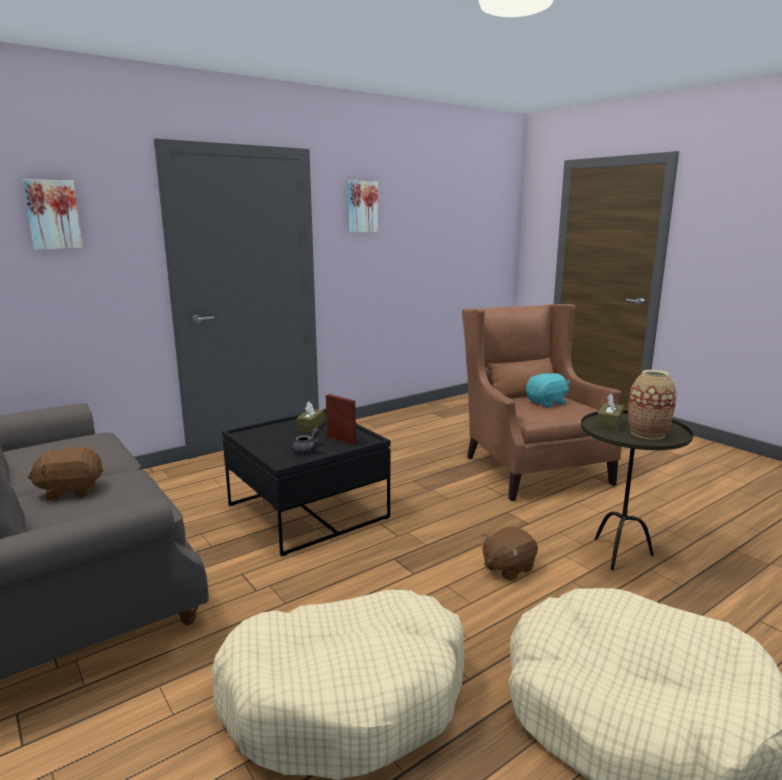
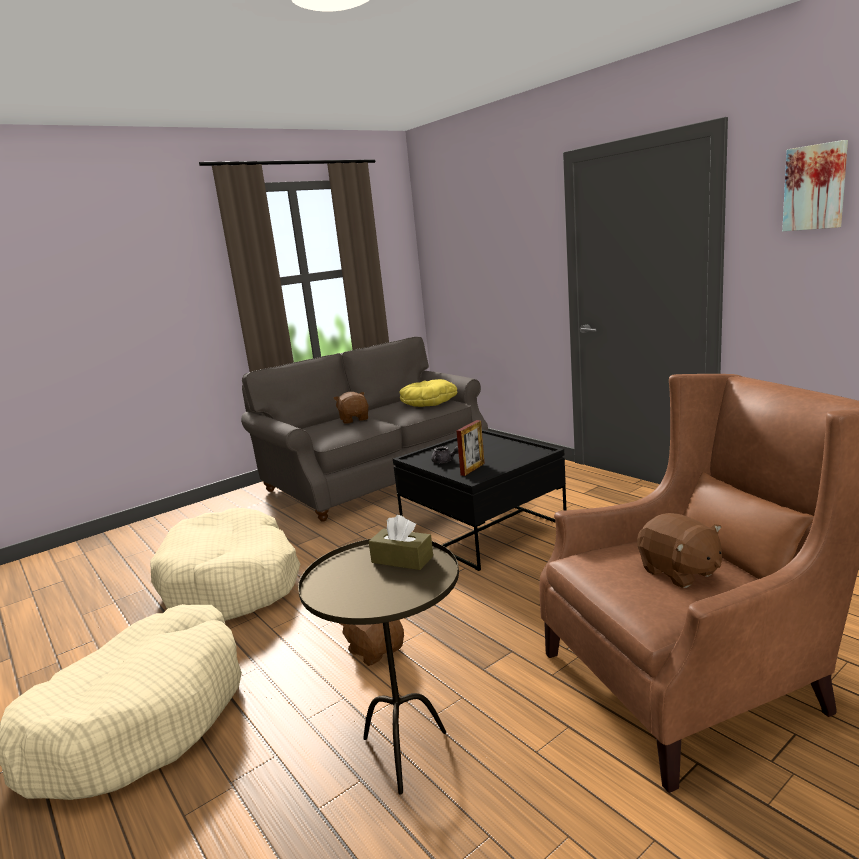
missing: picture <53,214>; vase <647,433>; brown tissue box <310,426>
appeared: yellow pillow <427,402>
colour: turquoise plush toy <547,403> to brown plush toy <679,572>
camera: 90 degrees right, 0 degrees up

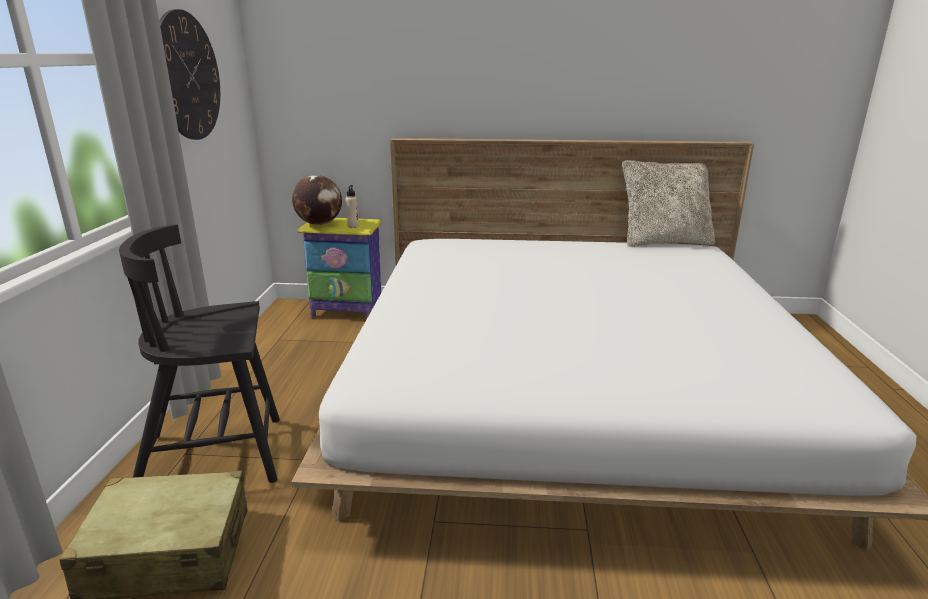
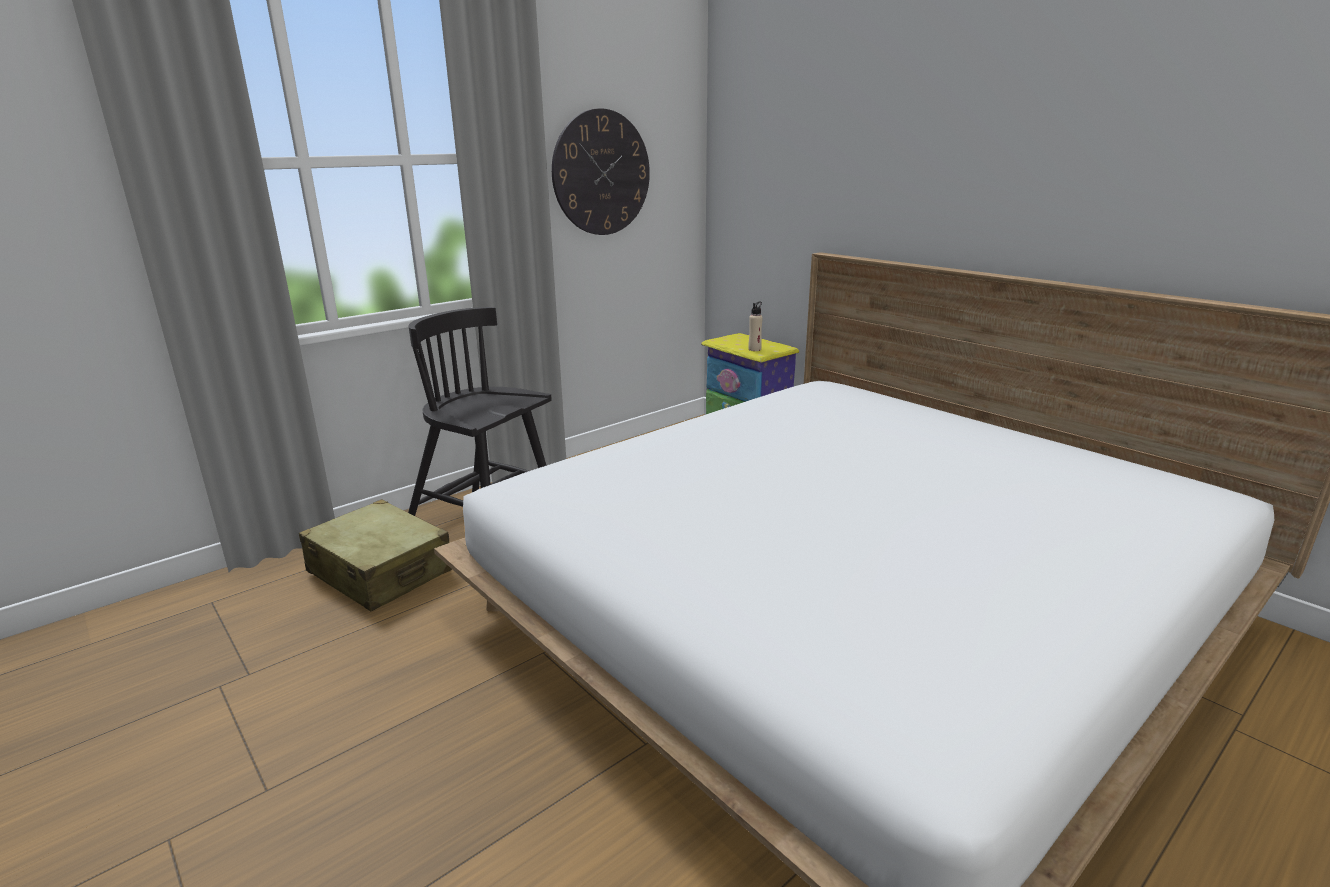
missing: beige pillow <664,240>; globe <319,224>
camera: 45 degrees right, 0 degrees up

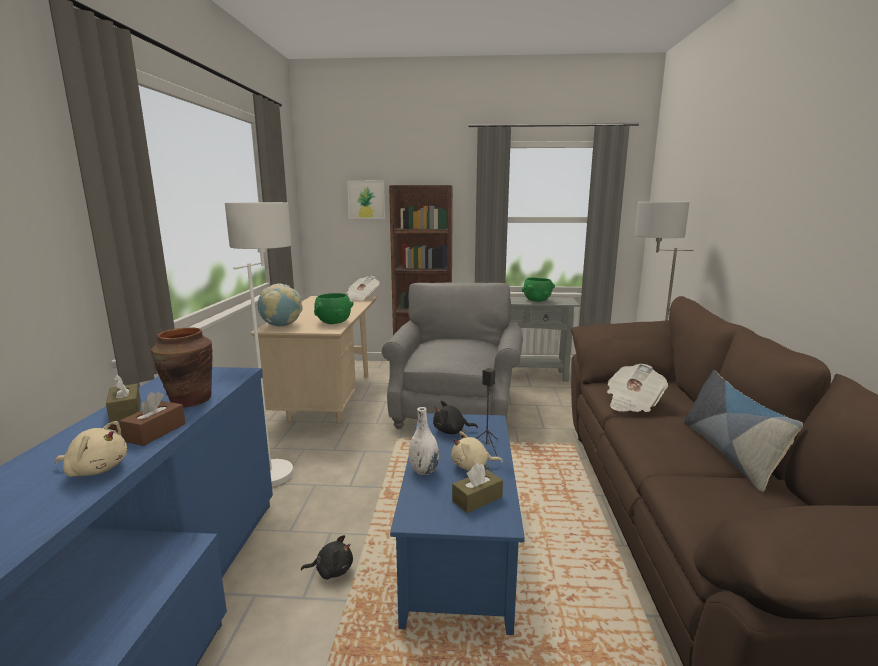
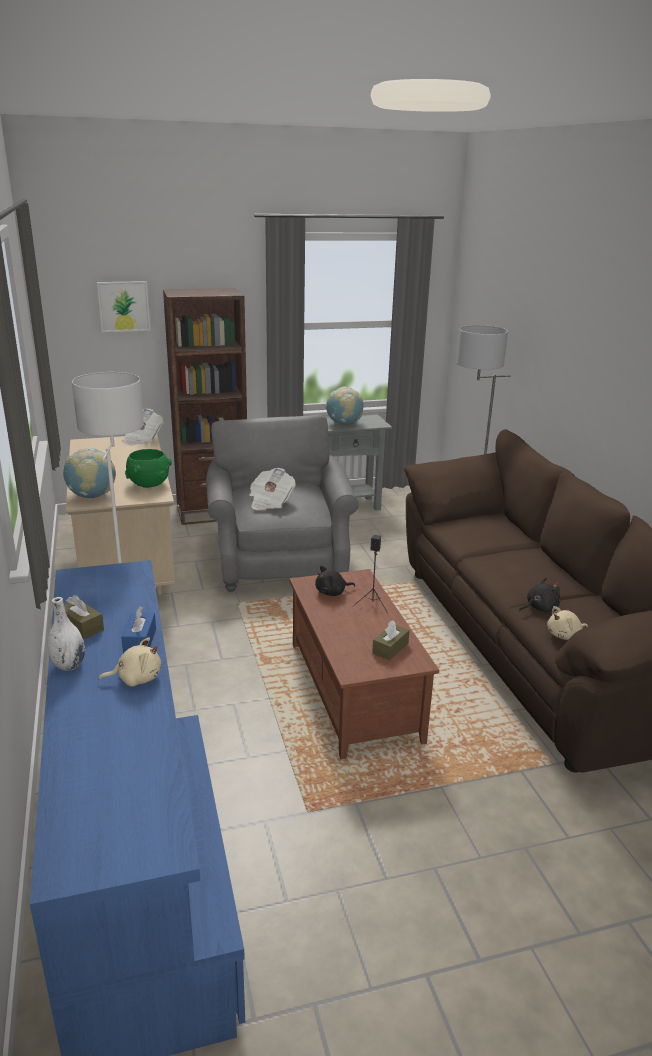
missing: brown vase <190,400>; pillow <729,453>
relocated: newspaper <632,403> to <270,501>; white vase <424,471> to <69,665>; beige plush toy <472,467> to <565,636>; black plush toy <332,570> to <539,608>
exchanged: green bowl <537,301> to globe <344,424>
colour: brown tissue box <155,432> to blue tissue box <140,641>; blue coffee table <460,546> to brown coffee table <355,691>
camera: 20 degrees left, 10 degrees up

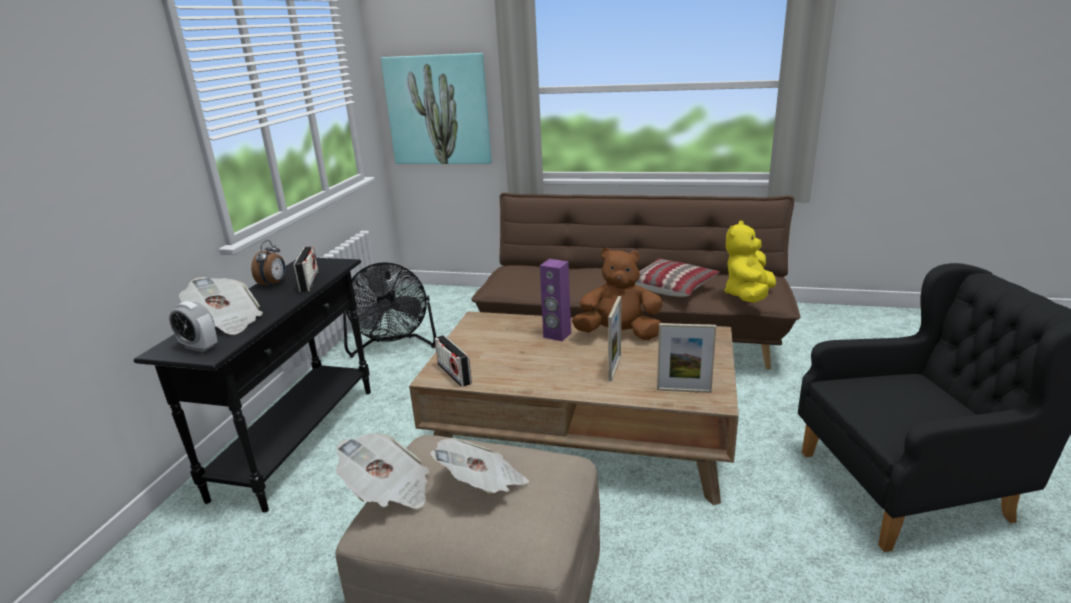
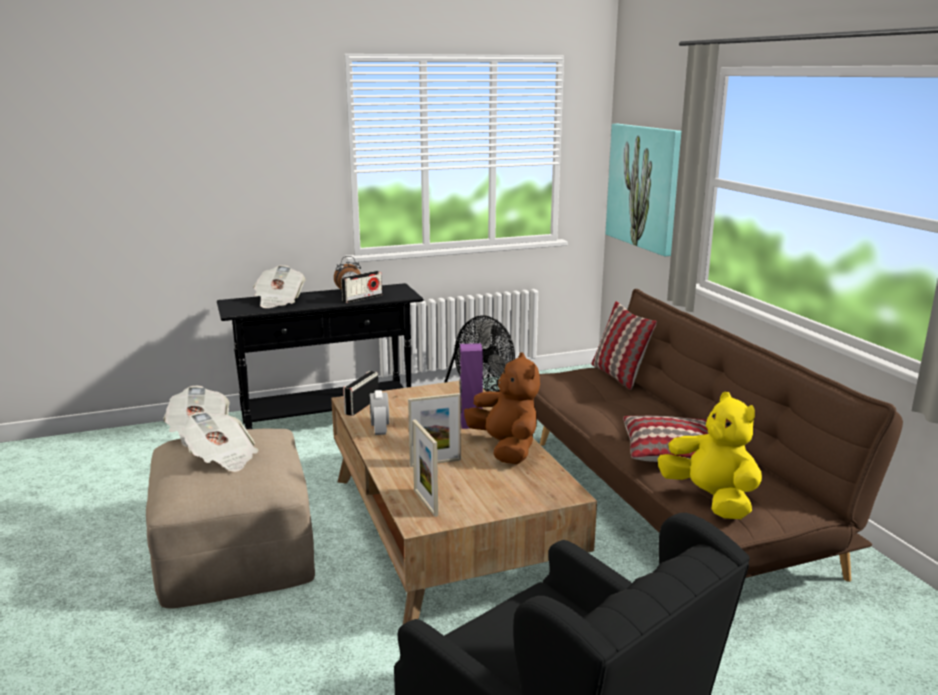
appeared: pillow <618,375>
relocated: alarm clock <199,347> to <380,430>
spun: yellow plush toy <748,296> = <710,499> 60 degrees clockwise
camera: 55 degrees right, 5 degrees down

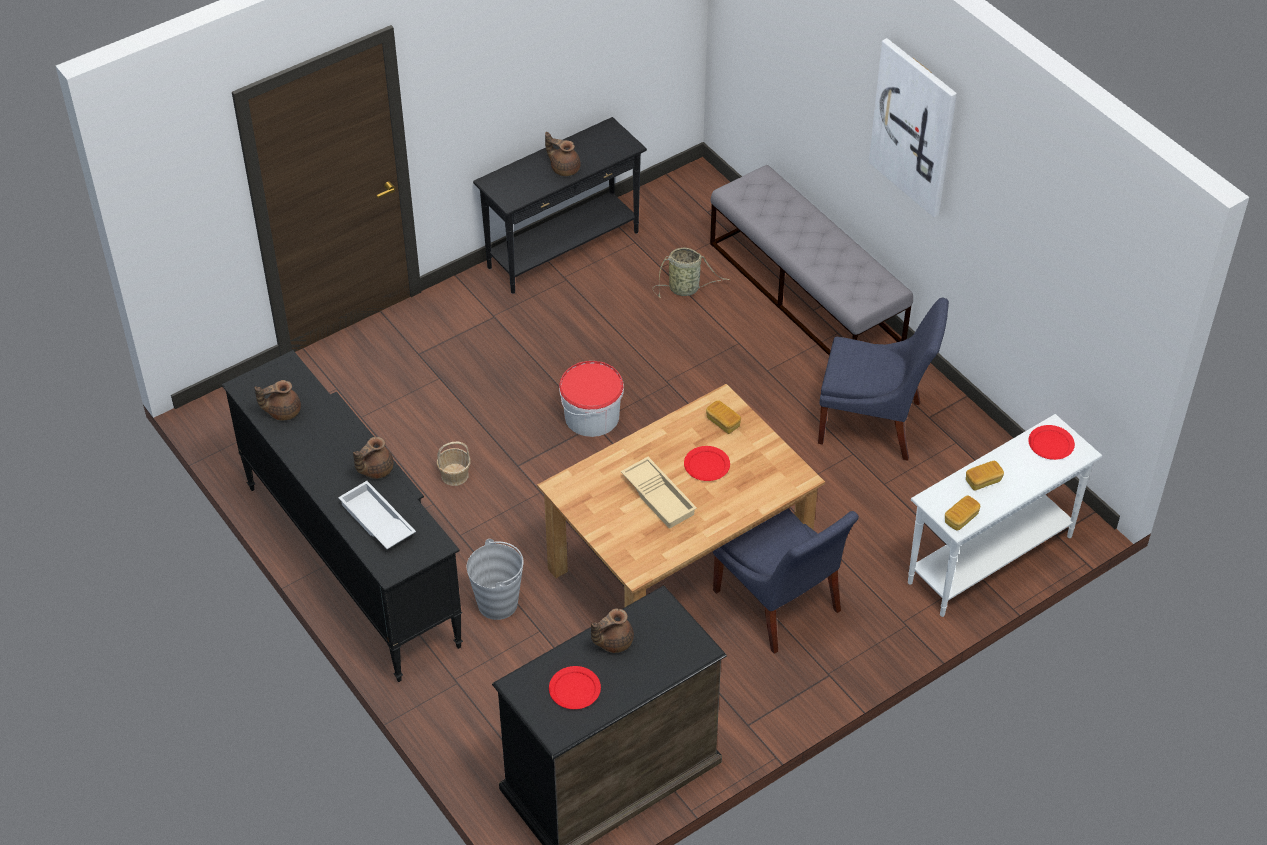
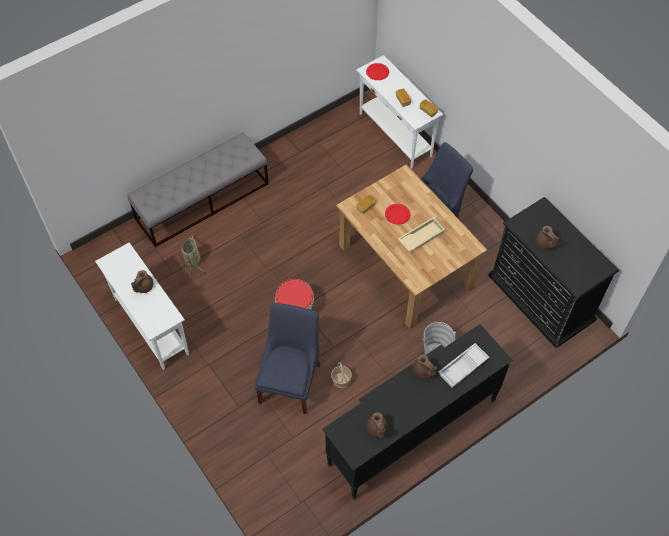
missing: picture <914,127>; red plate <574,689>
relocated: blue chair <875,424> to <291,380>
colour: black console table <563,249> to white console table <150,326>
camera: 90 degrees left, 10 degrees up

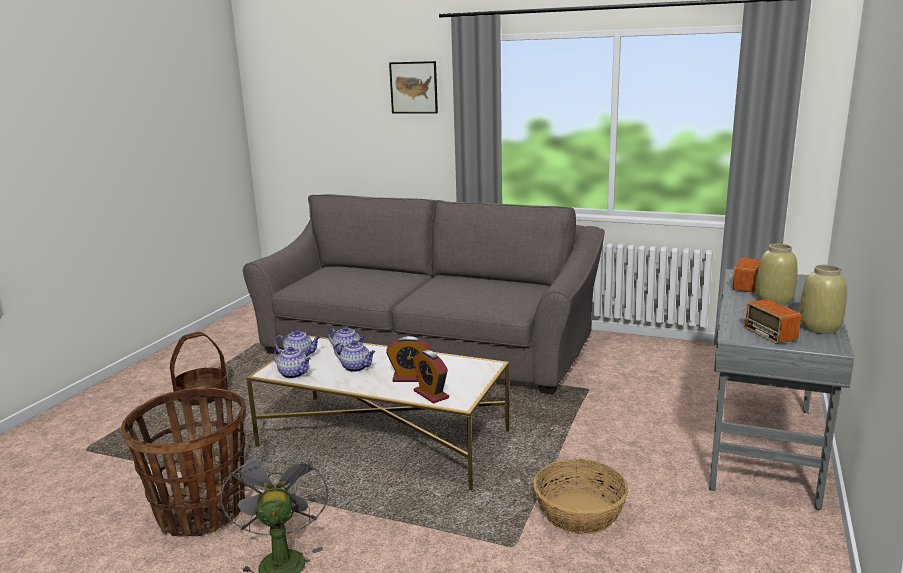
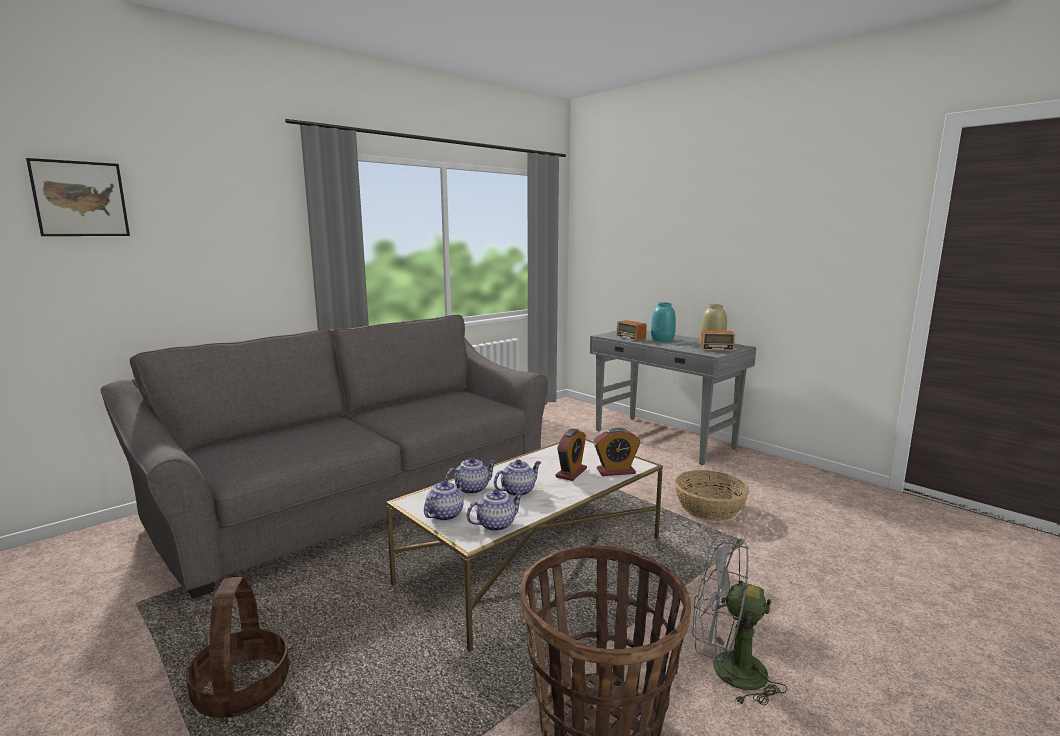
relocated: picture <413,87> to <80,199>
colour: beige vase <774,301> to turquoise vase <662,340>
camera: 65 degrees left, 5 degrees down

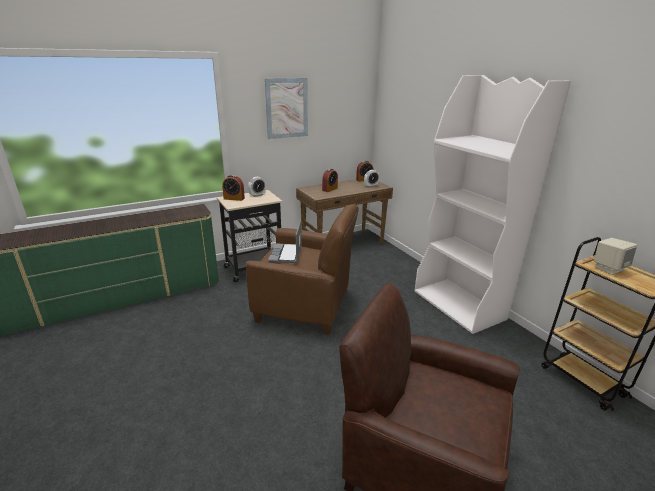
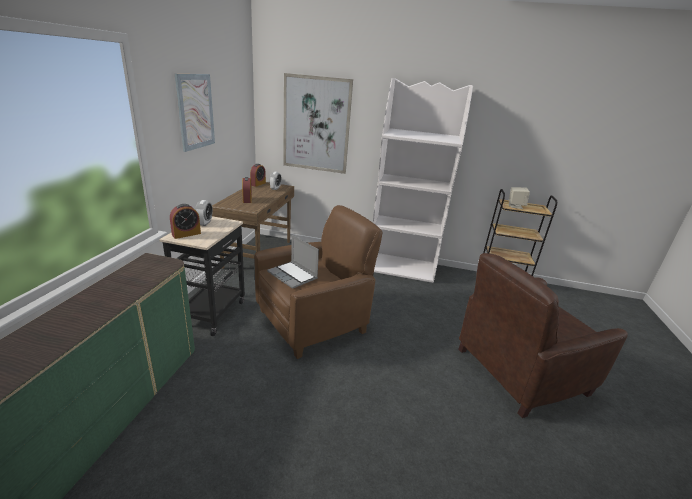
appeared: picture <316,124>
camera: 50 degrees left, 0 degrees up

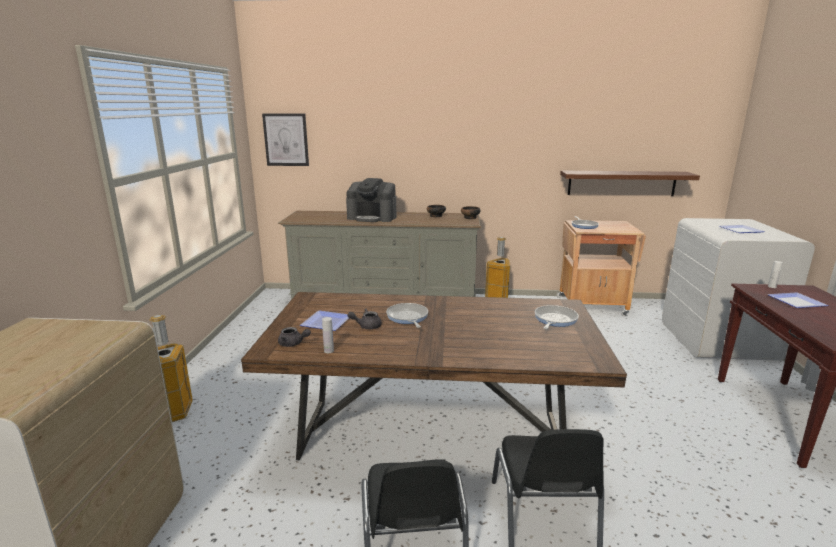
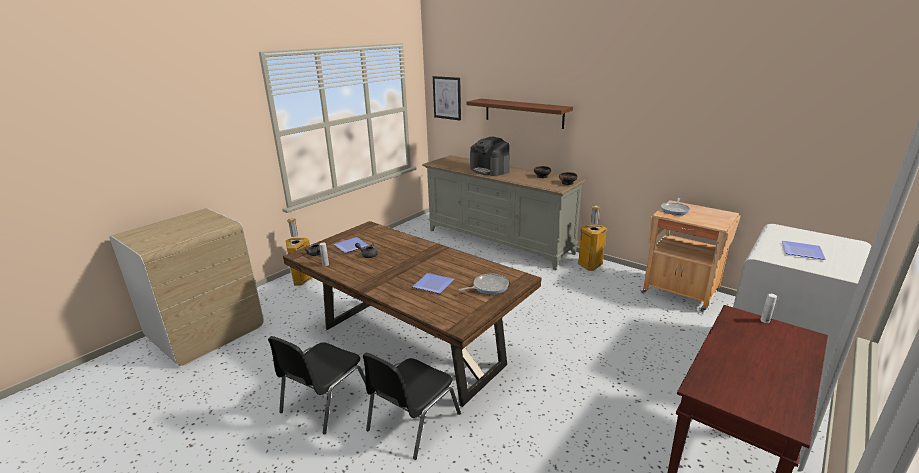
missing: frying pan <407,317>
relocated: brown shelf <621,183> to <523,113>; plate <796,303> to <432,285>
camera: 35 degrees right, 5 degrees up

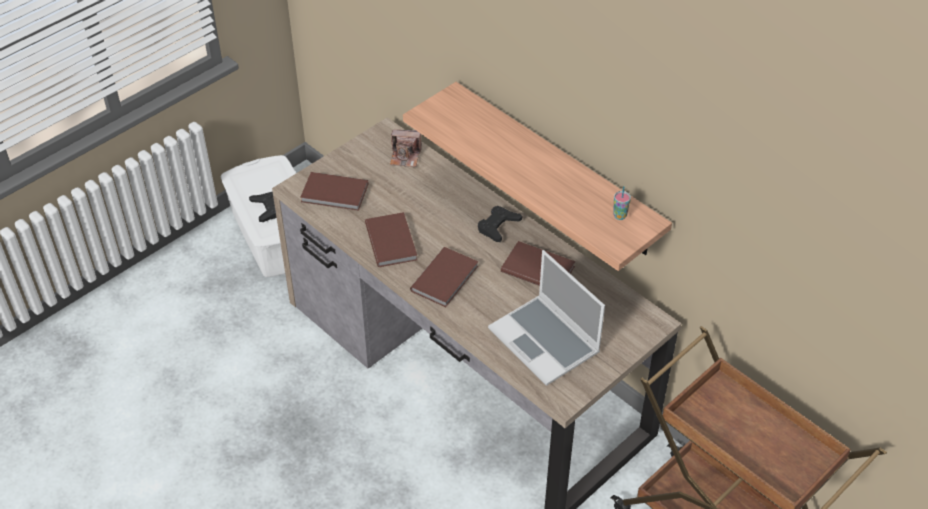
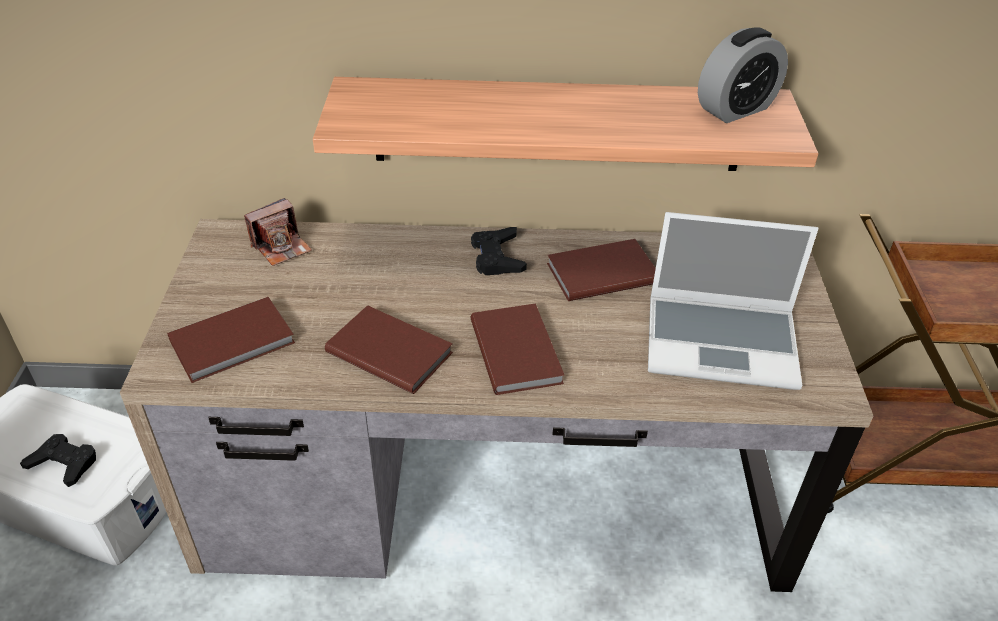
exchanged: cup <619,216> to alarm clock <735,109>
camera: 45 degrees left, 5 degrees down

